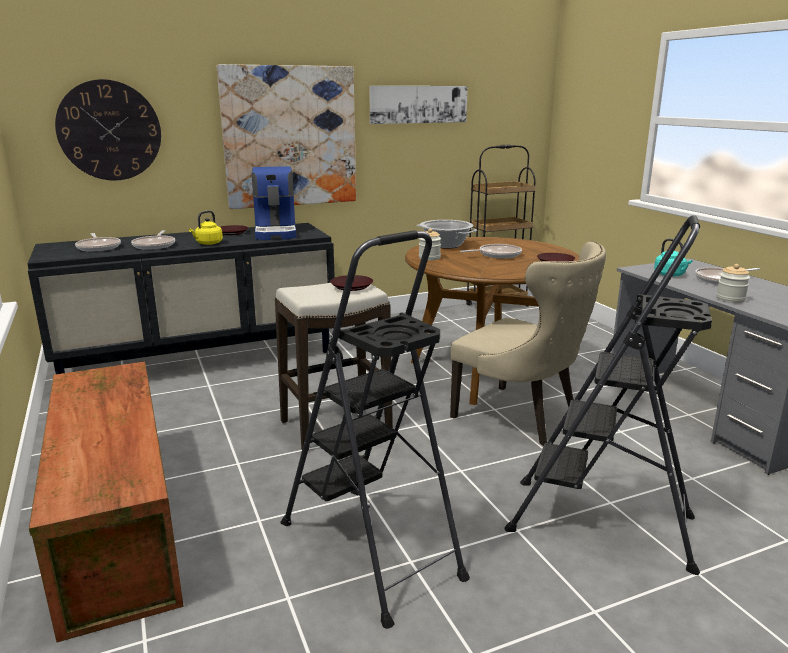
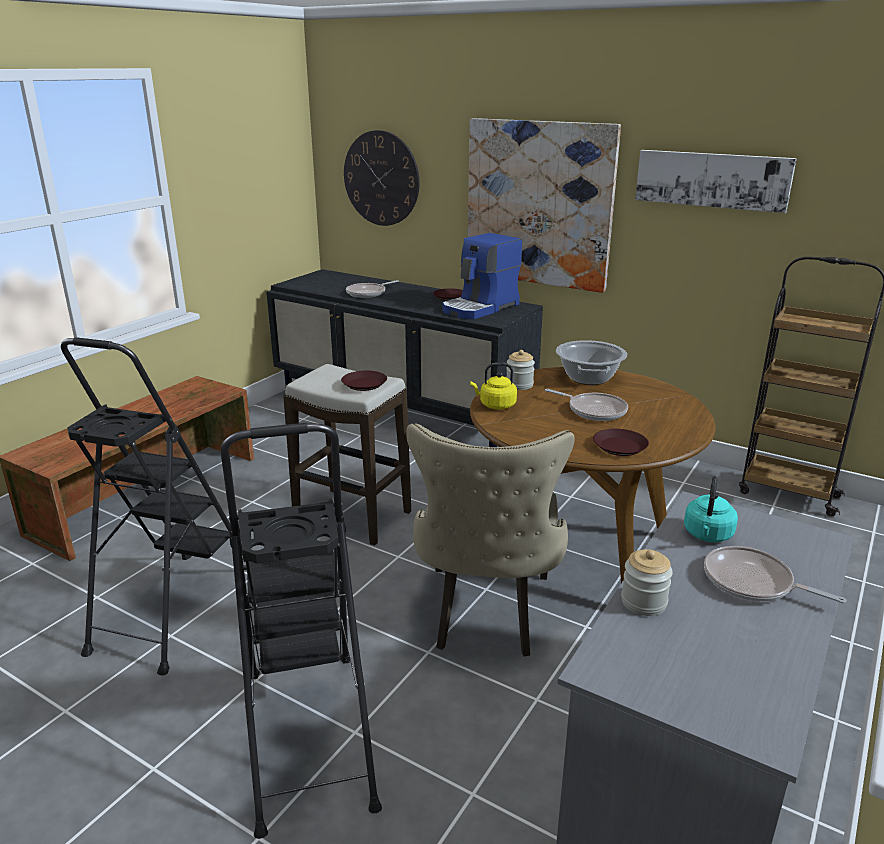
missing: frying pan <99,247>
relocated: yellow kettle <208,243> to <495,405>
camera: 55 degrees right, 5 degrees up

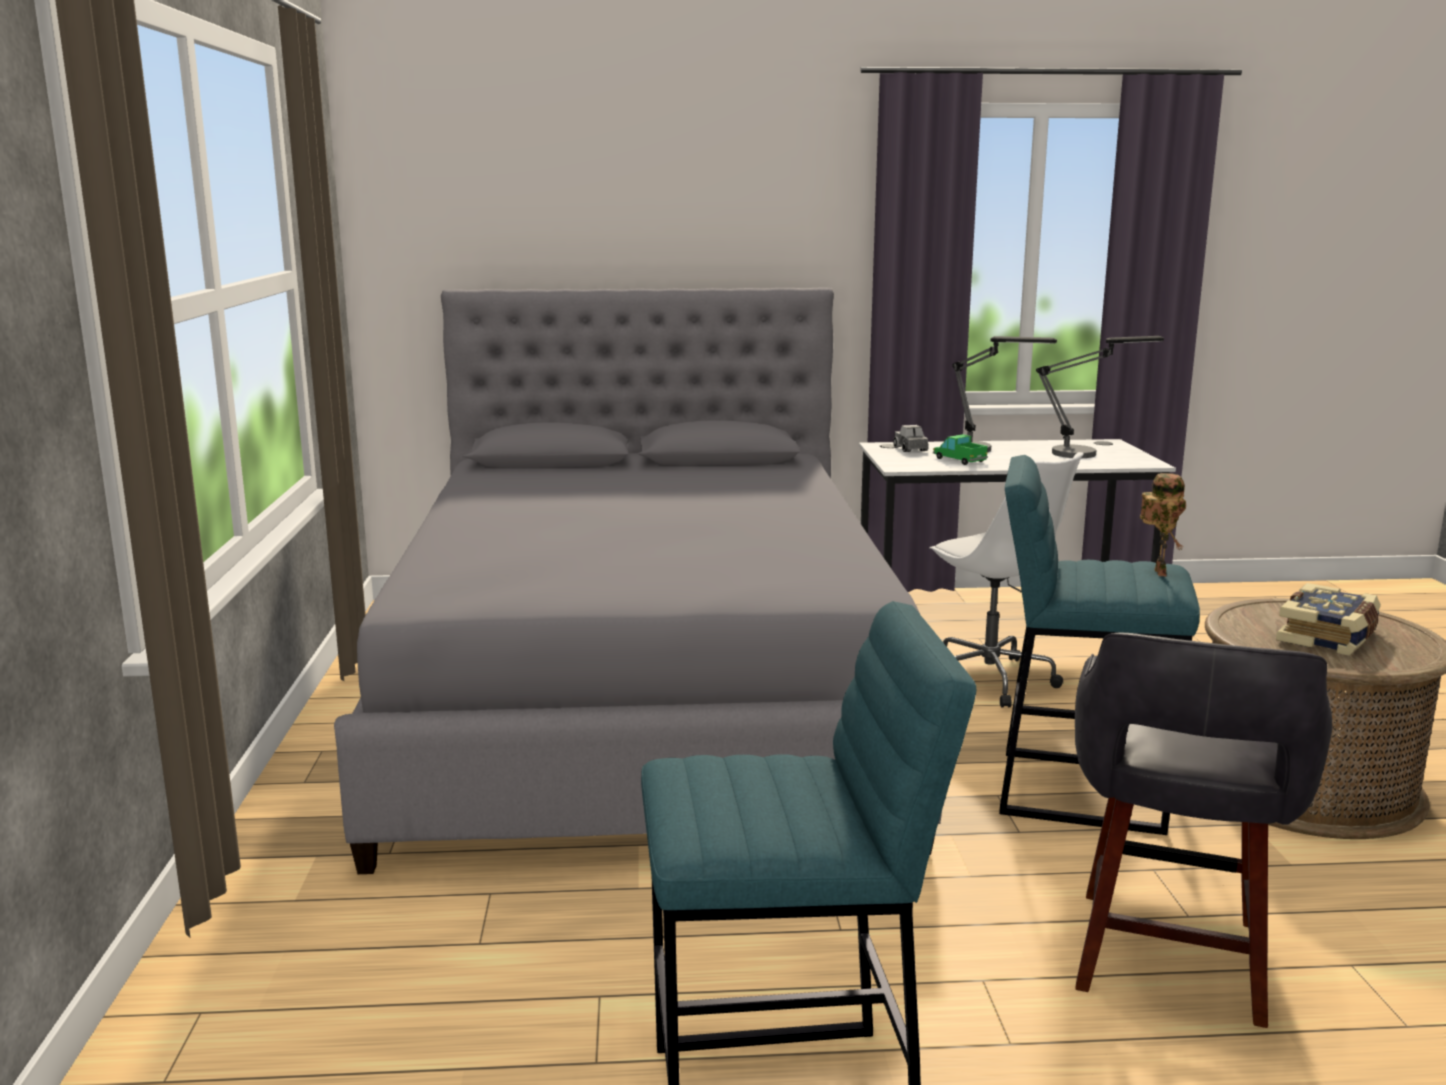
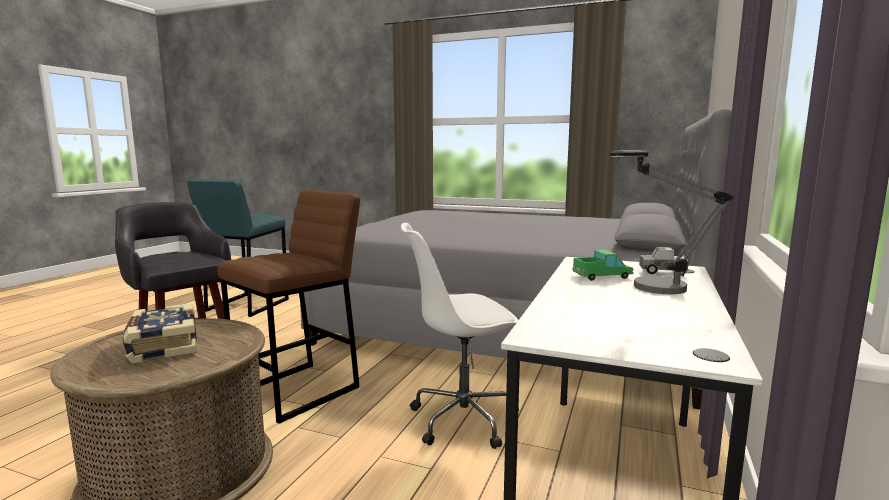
missing: table lamp <1087,453>; toy robot <1157,572>
colour: turquoise stool <1075,790> to brown stool <299,390>
camera: 115 degrees right, 5 degrees down

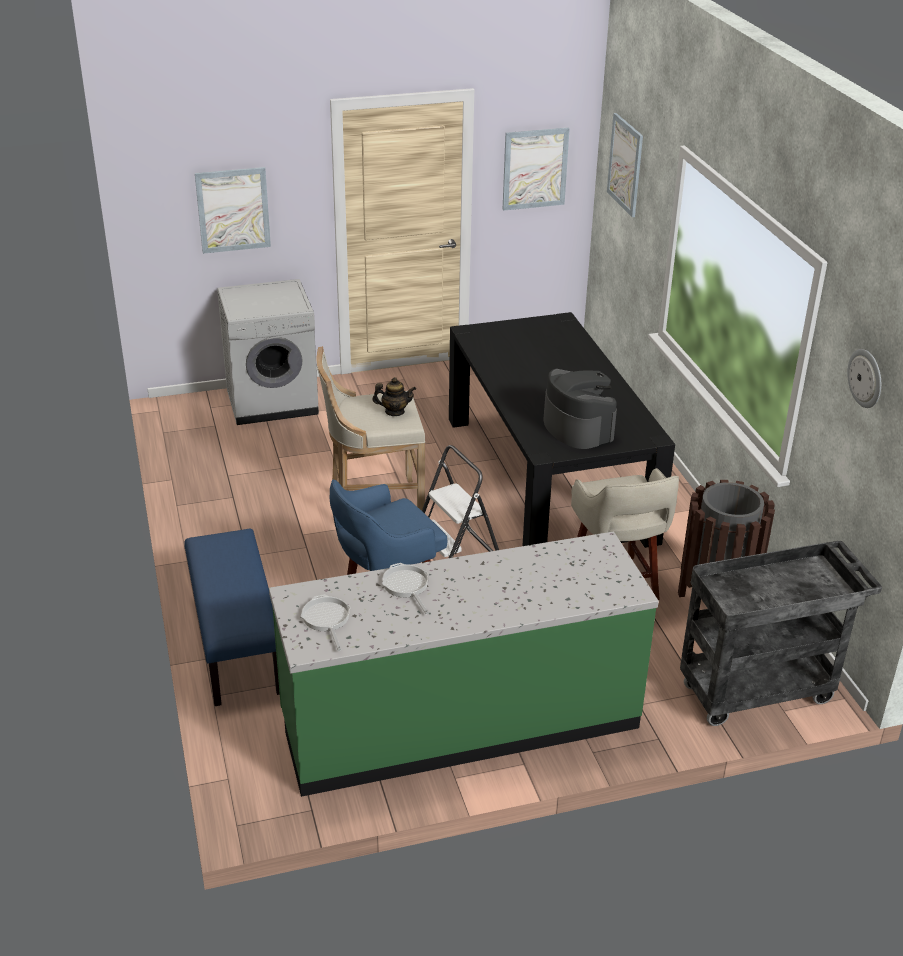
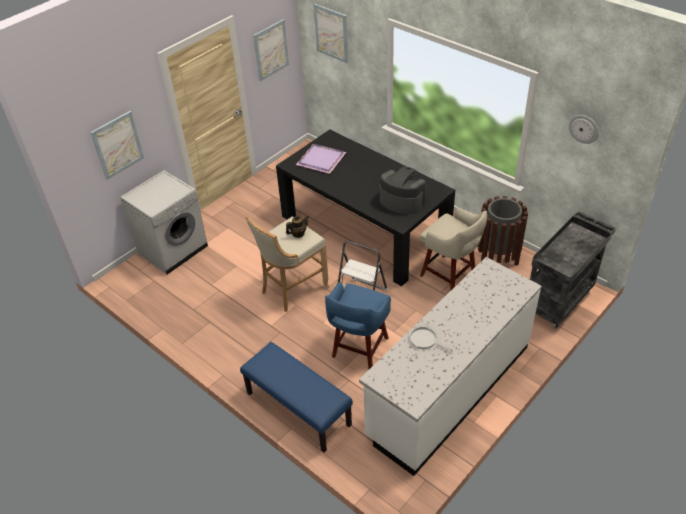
missing: frying pan <326,619>
appeared: purple tray <321,160>
colour: green counter <459,722> to white counter <448,390>
camera: 30 degrees left, 10 degrees up

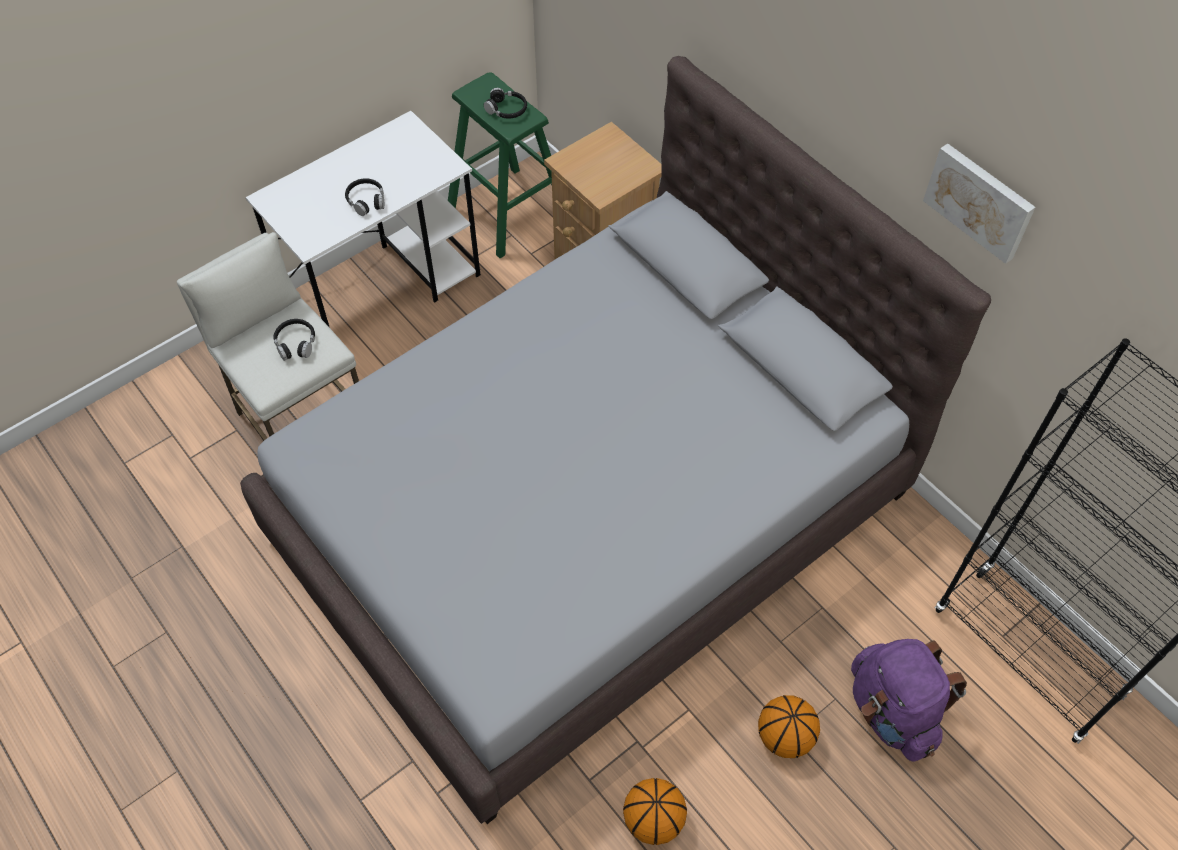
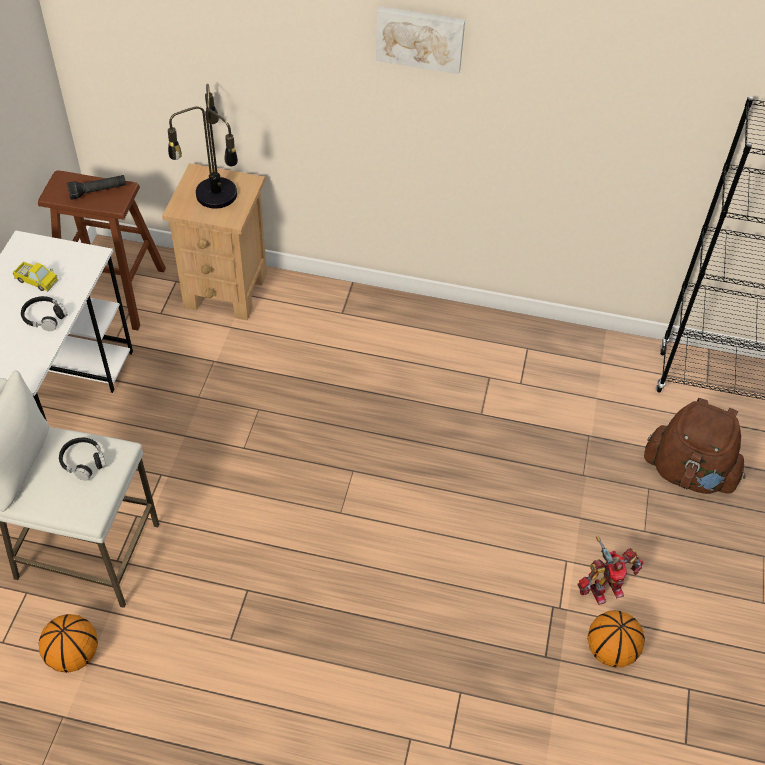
missing: grey bed <591,514>
appeared: table lamp <215,194>; toy truck <37,281>; toy robot <604,588>
relocated: picture <980,201> to <420,38>; basketball <785,737> to <74,655>
exchanged: black headphones <506,109> to black flashlight <98,192>
colour: green stool <508,212> to brown stool <113,292>; purple backpack <892,712> to brown backpack <688,473>
camera: 40 degrees left, 5 degrees down

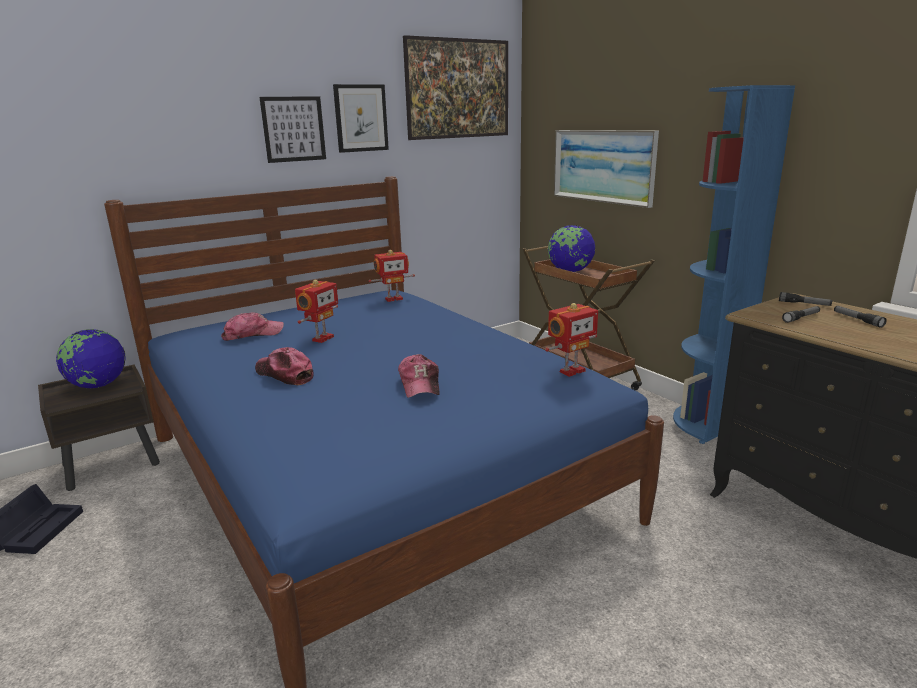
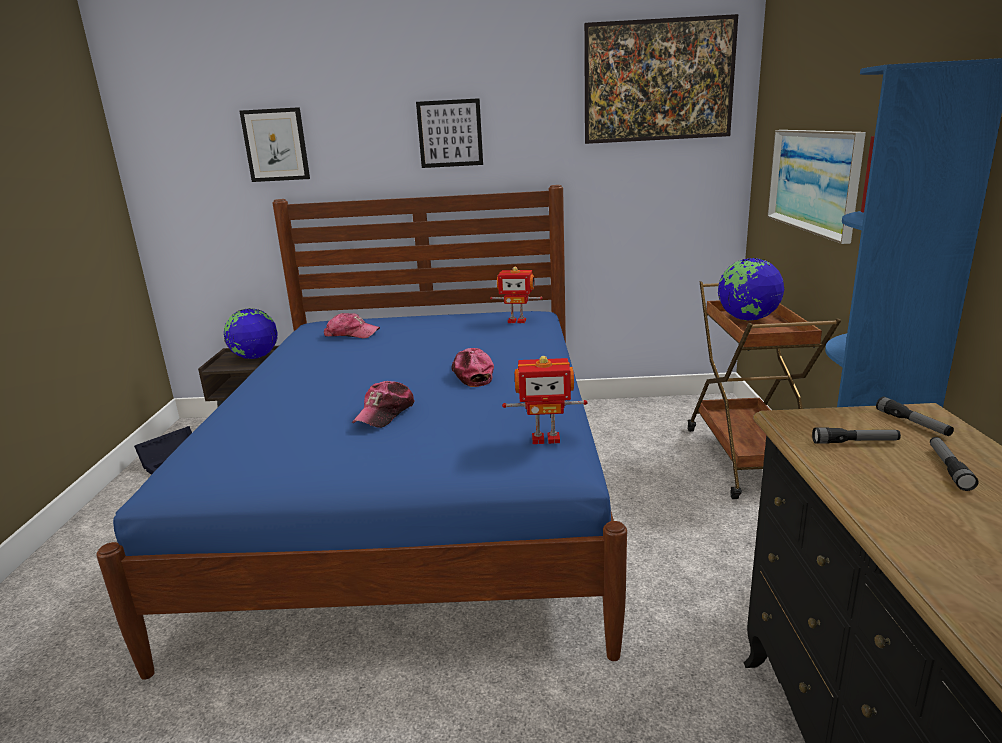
missing: toy robot <321,338>
relocated: picture <361,118> to <275,145>; cap <284,374> to <471,374>
camera: 35 degrees right, 0 degrees up

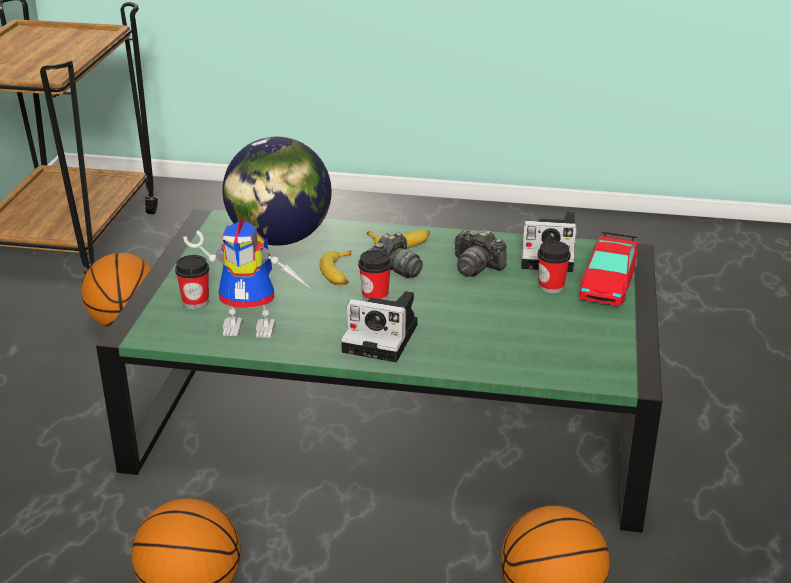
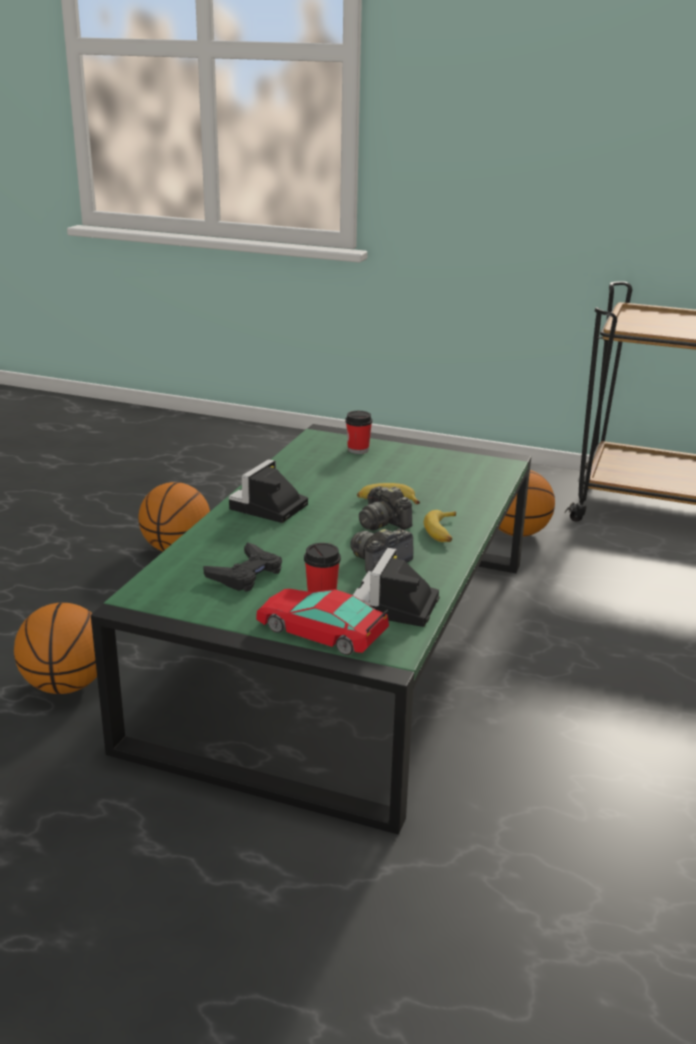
missing: globe <279,239>; toy robot <255,325>; cup <375,297>
appeared: black game controller <246,574>
camera: 100 degrees right, 5 degrees down

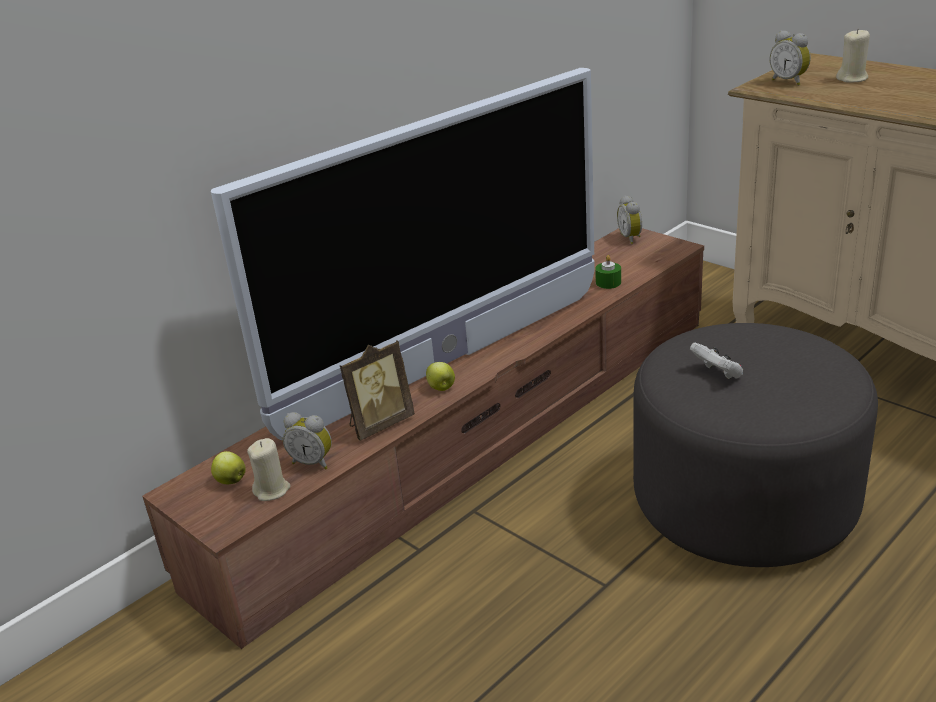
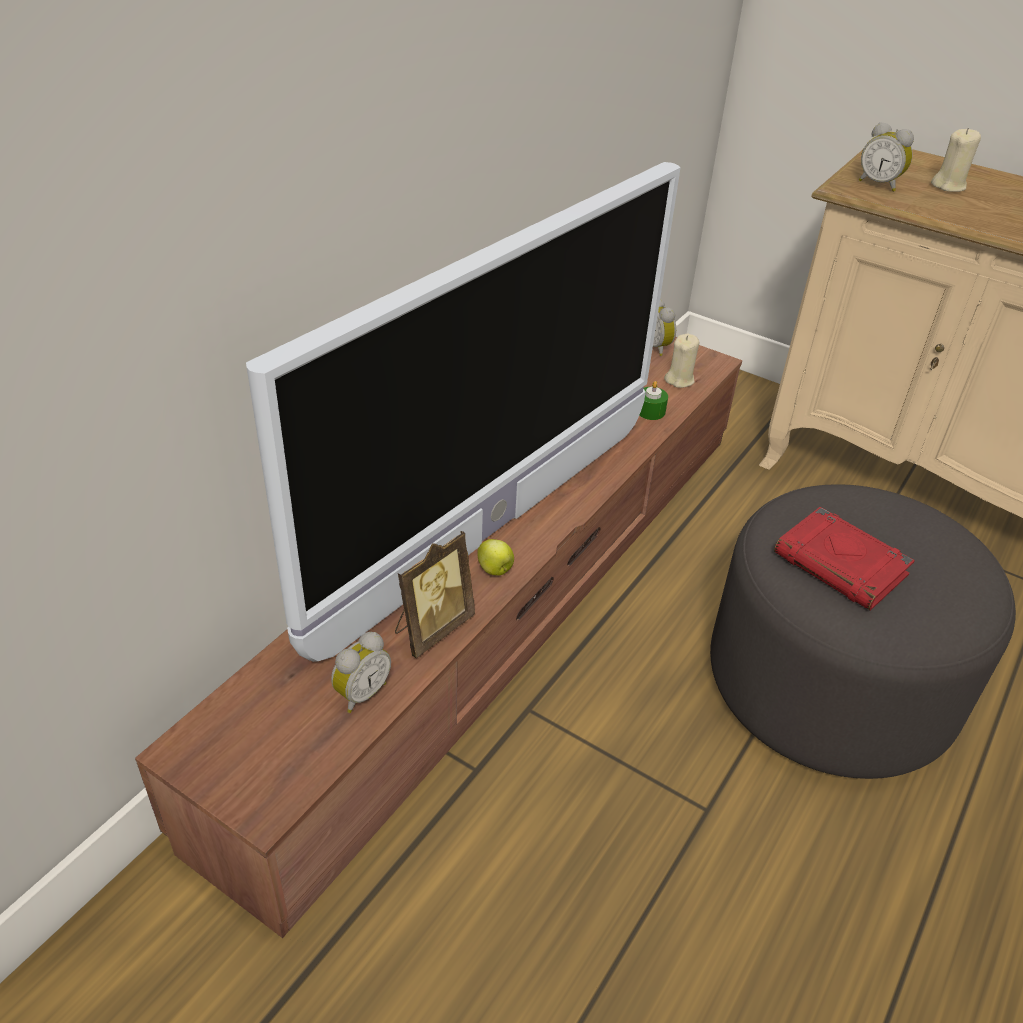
missing: apple <230,480>
relocated: beige candle <272,490> to <679,380>
exchanged: white game controller <717,374> to red book <841,565>
spun: alarm clock <313,462> = <360,693> 60 degrees counterclockwise
camera: 15 degrees left, 10 degrees up

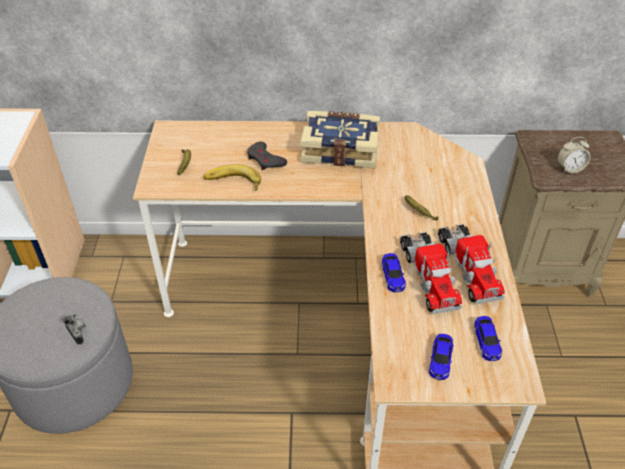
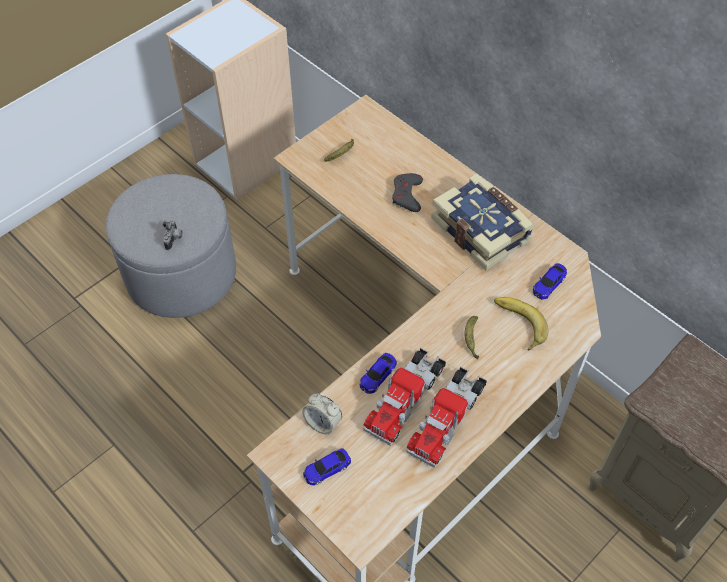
relocated: alarm clock <569,169> to <323,423>; banana <233,183> to <517,325>; toy car <486,342> to <548,284>
camera: 45 degrees right, 10 degrees up

